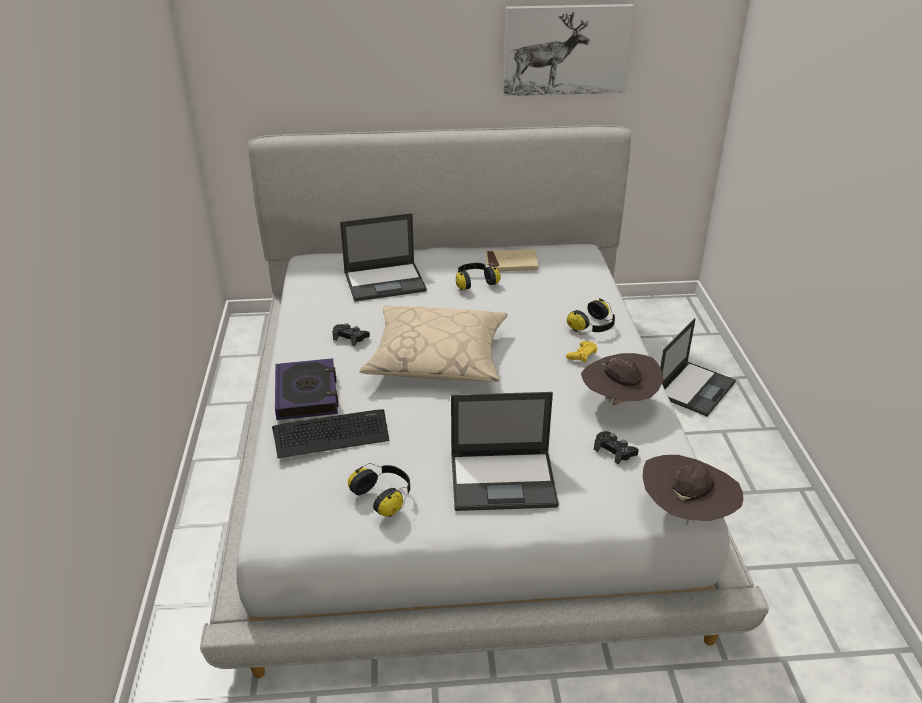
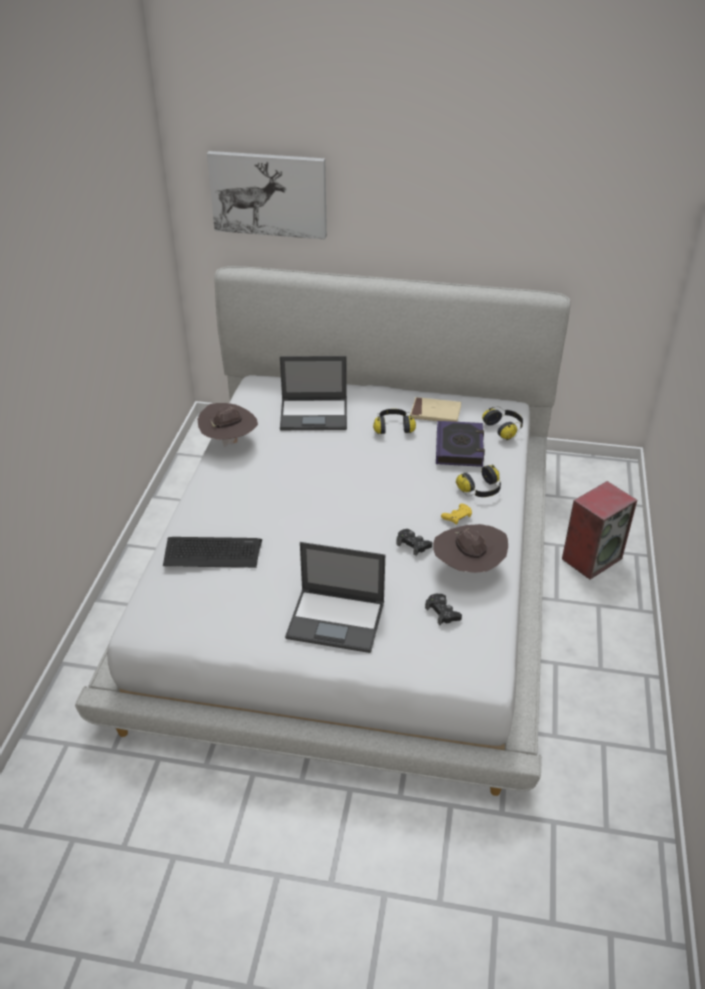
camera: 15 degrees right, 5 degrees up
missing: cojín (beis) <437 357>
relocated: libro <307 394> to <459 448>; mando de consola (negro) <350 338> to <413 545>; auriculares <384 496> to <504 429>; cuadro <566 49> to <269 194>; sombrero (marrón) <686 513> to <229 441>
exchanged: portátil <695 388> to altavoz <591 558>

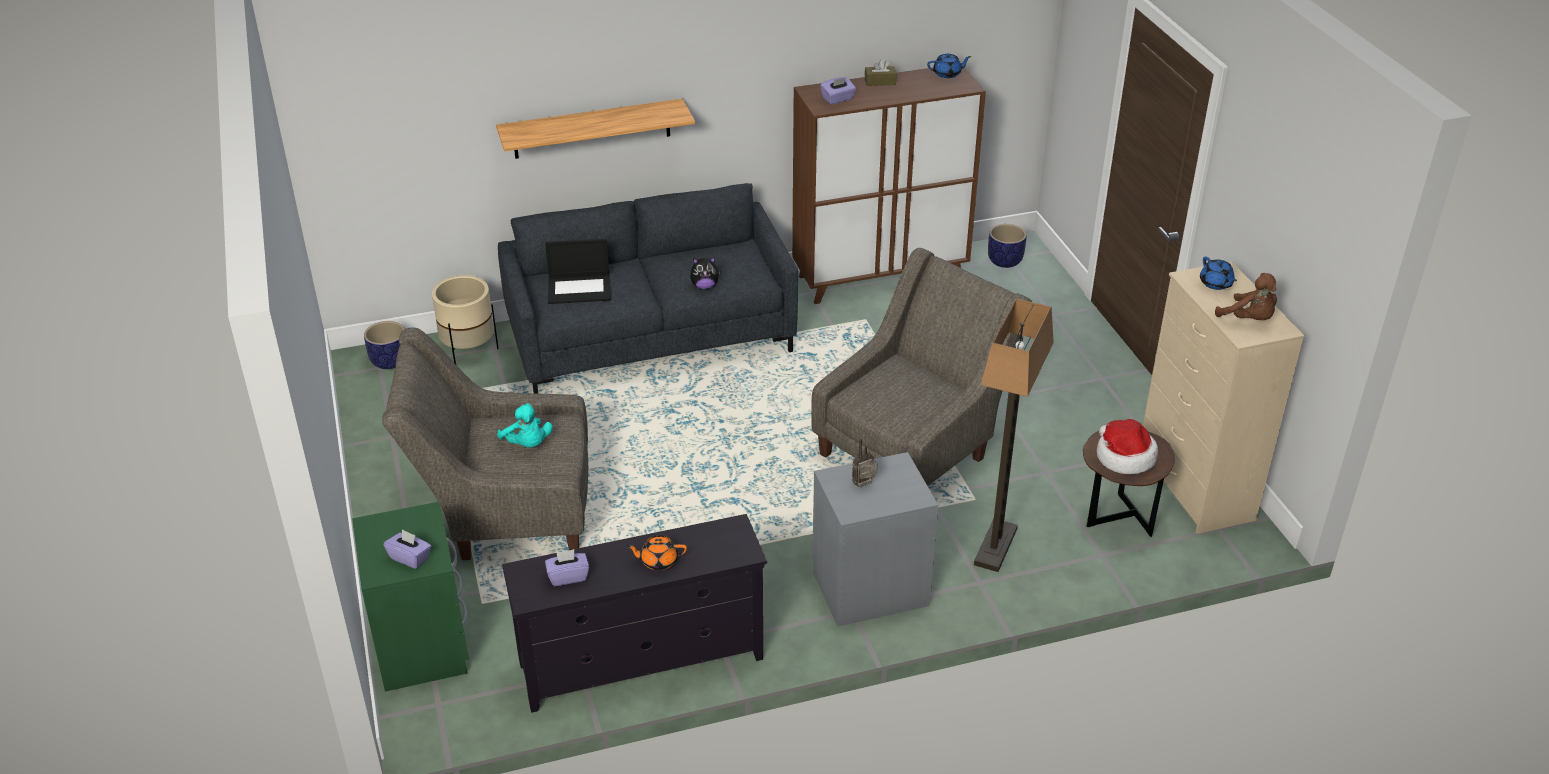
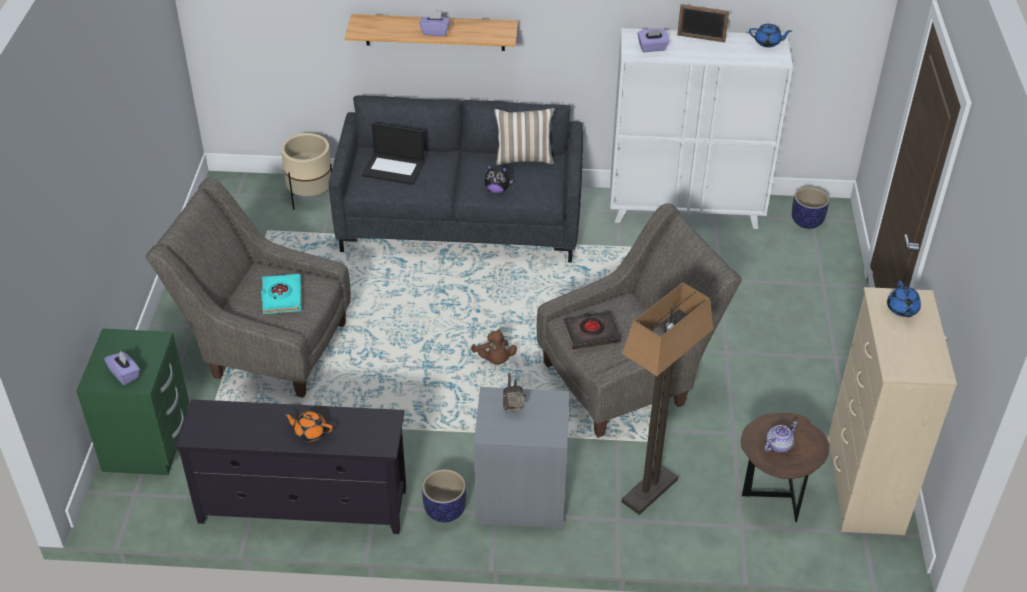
camera: 20 degrees right, 5 degrees up
appeared: cojín <524 158>; libro (negro) <591 333>
relocated: maceta <389 361> to <445 510>; caja de pañuelos (morado) <568 576> to <435 32>; peluche (marrón) <1249 319> to <494 360>
exchanged: peluche (turquesa) <527 444> to libro (turquesa) <281 297>; caja de pañuelos (marrón) <880 82> to portarretratos <701 38>; sombrero <1124 457> to tetera <778 445>
colour: armario (marrón) <880 277> to armario (blanco) <685 210>

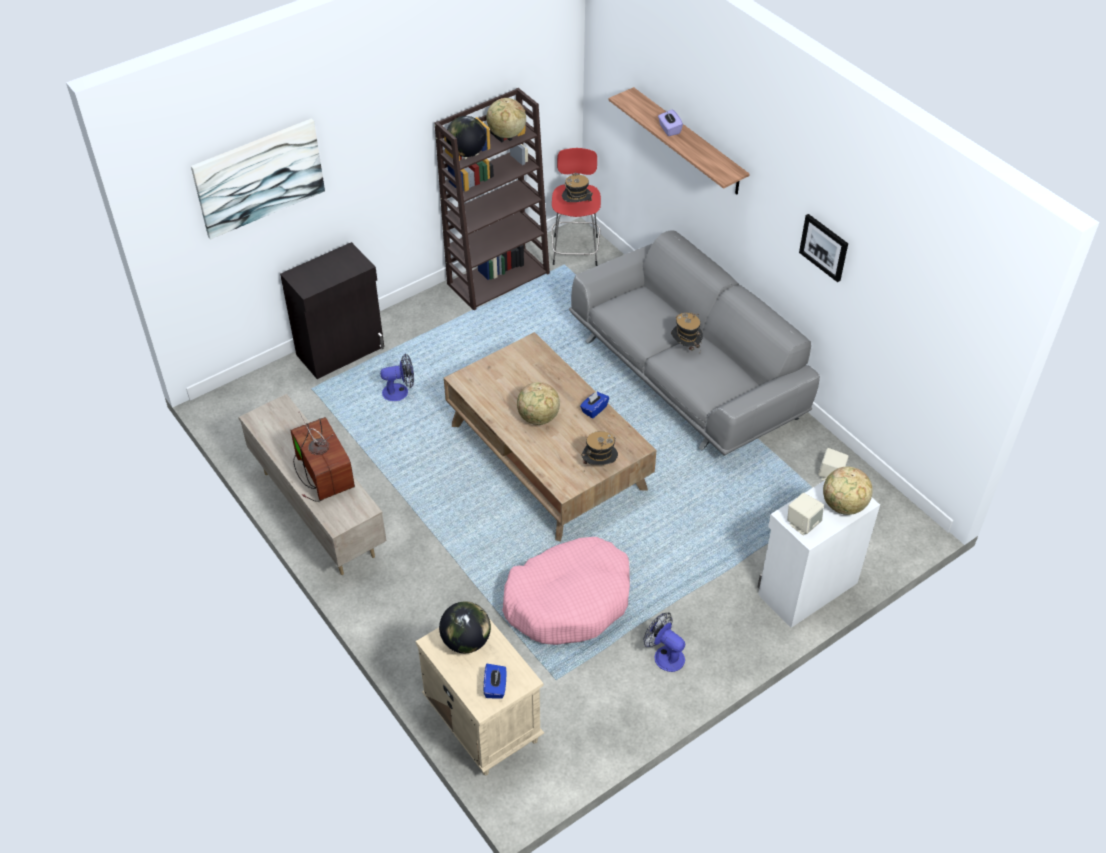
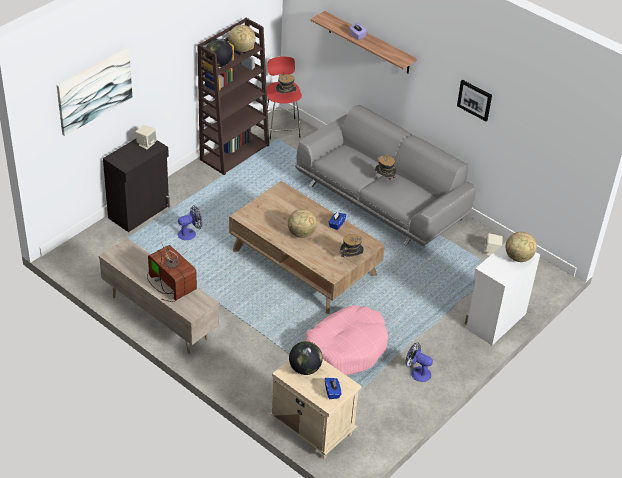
camera: 15 degrees left, 5 degrees down
relocated: altavoz (beis) <802 524> to <146 144>

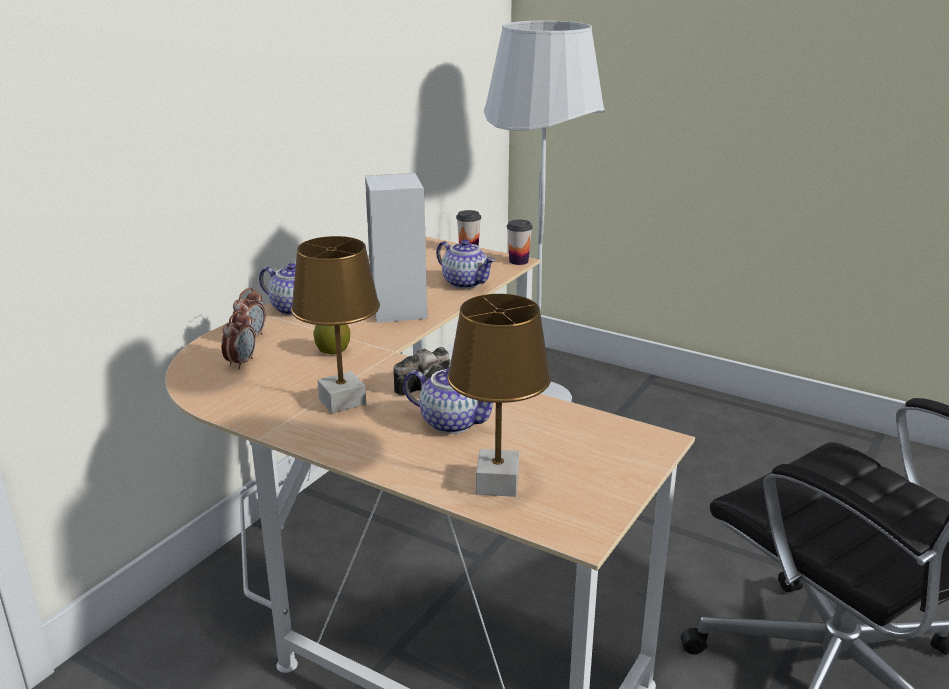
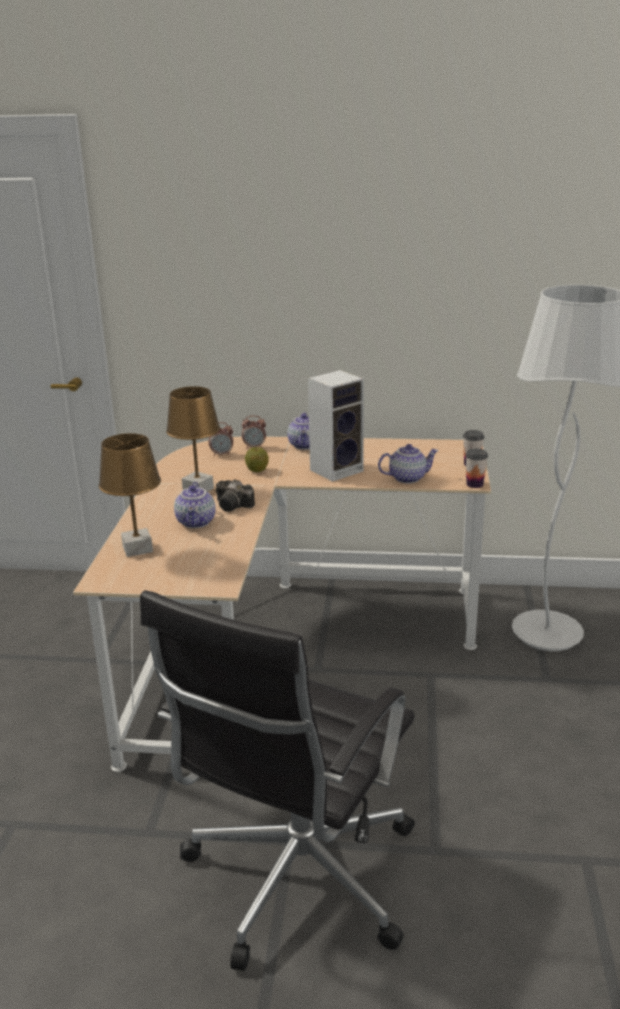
camera: 65 degrees right, 0 degrees up
spun: tetera <466 283> = <407 478> 120 degrees counterclockwise

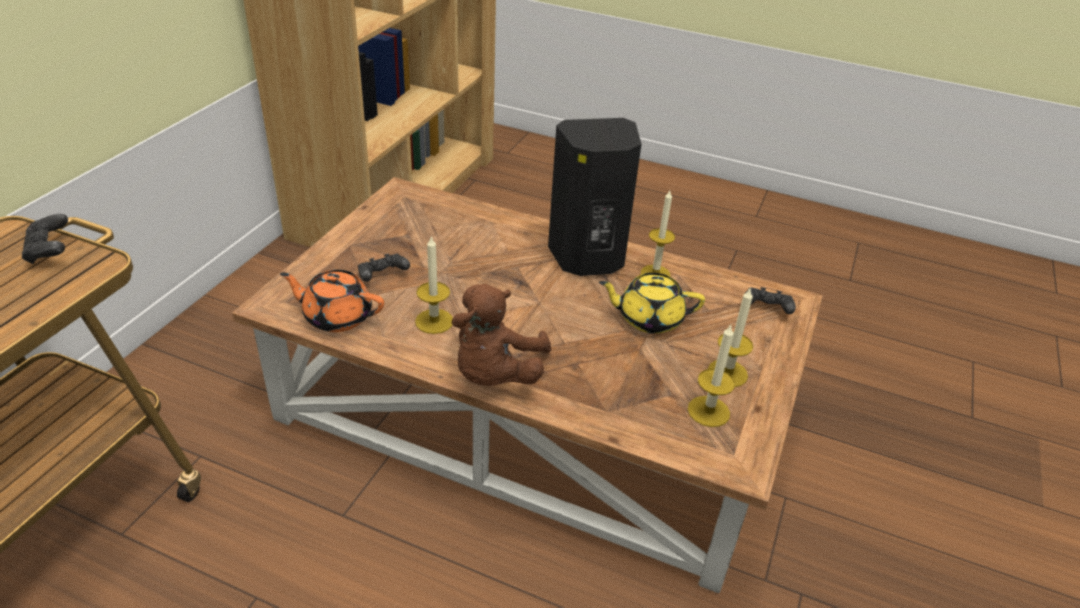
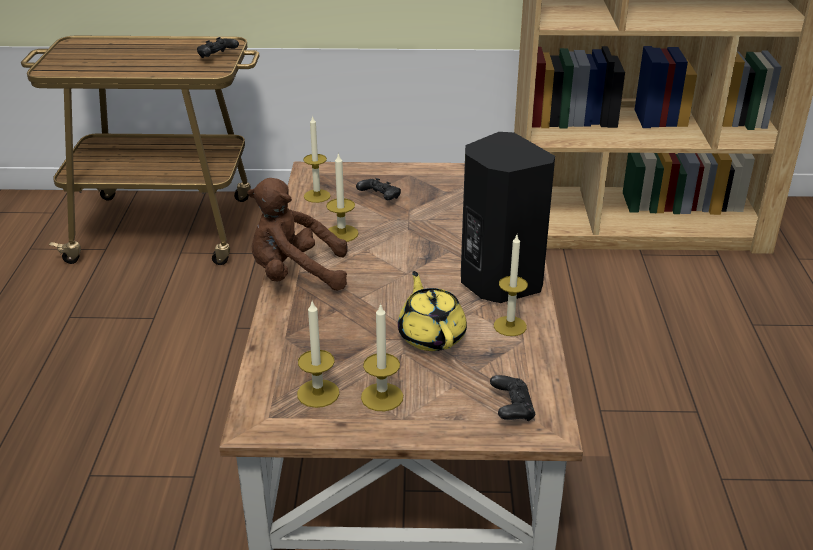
camera: 70 degrees right, 5 degrees down
exchanged: tetera (naranja) <337 316> to vela <317 196>

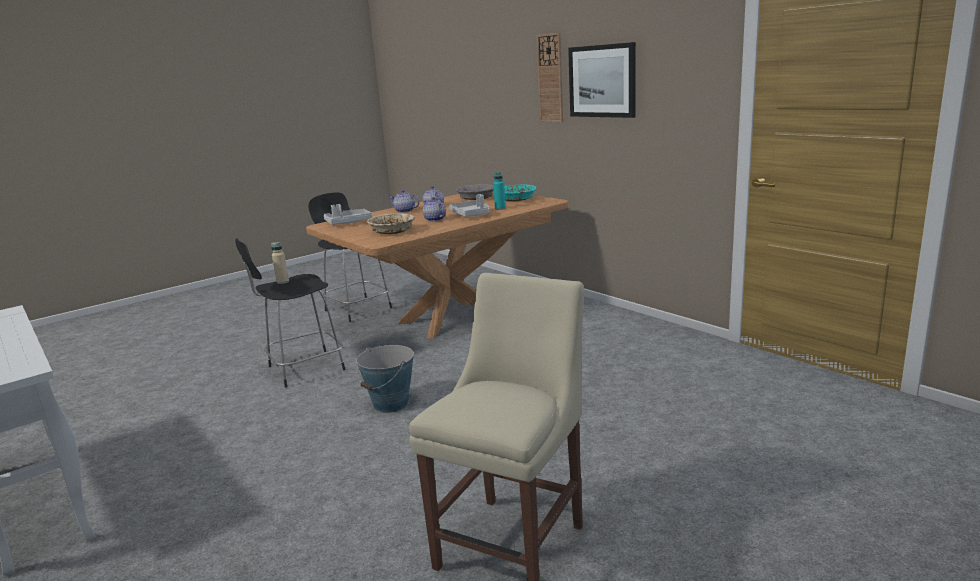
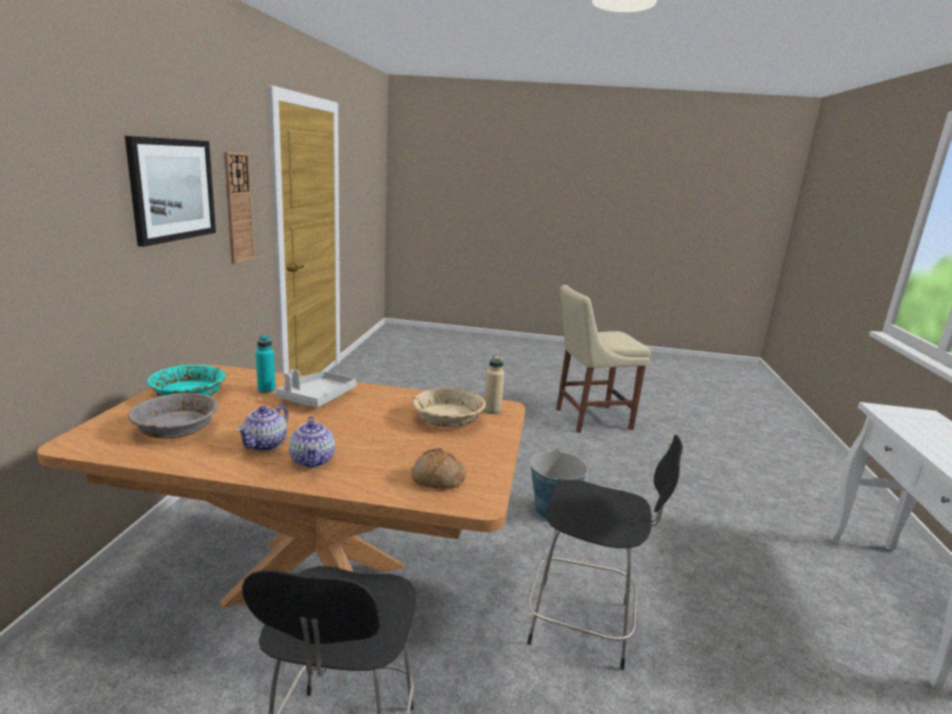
camera: 135 degrees left, 0 degrees up
missing: tetera <434 219>
relocated: botella (beis) <283 282> to <492 410>; reloj de pared <550 78> to <238 208>
exchanged: bandeja (gris) <348 223> to pan <437 479>

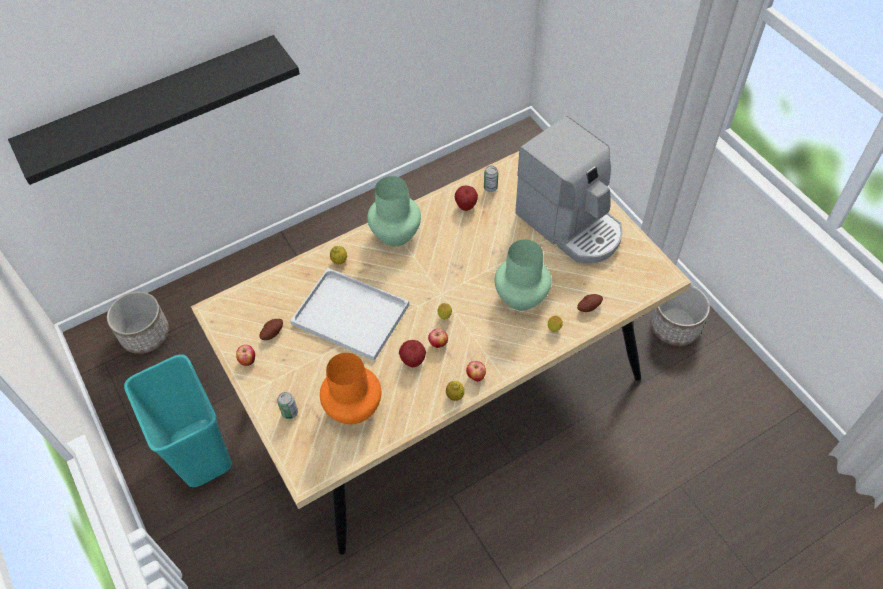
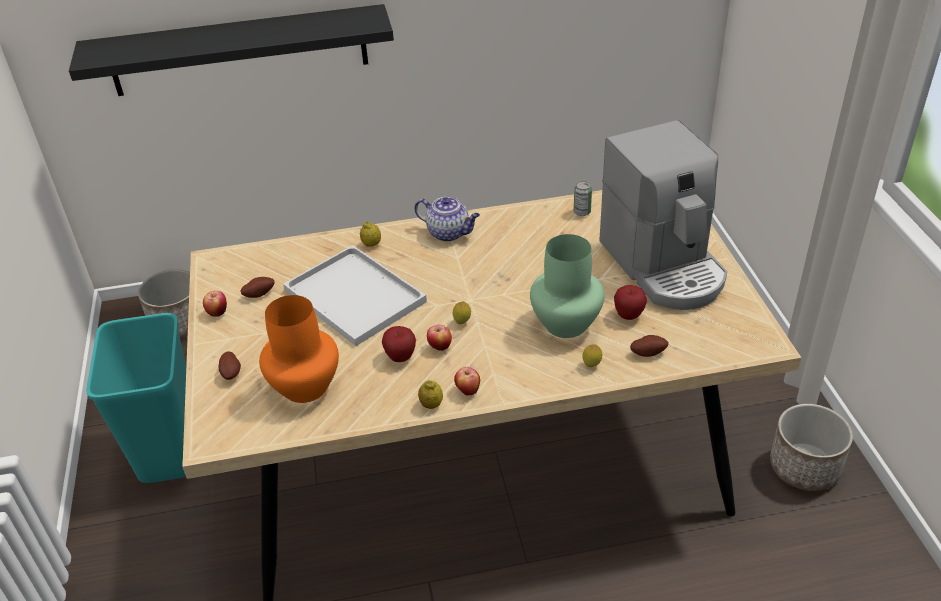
camera: 20 degrees right, 15 degrees down
relocated: manzana <466 206> to <628 315>
exchanged: lata <290 412> to patata <231 373>; florero (verde) <396 234> to tetera <449 233>

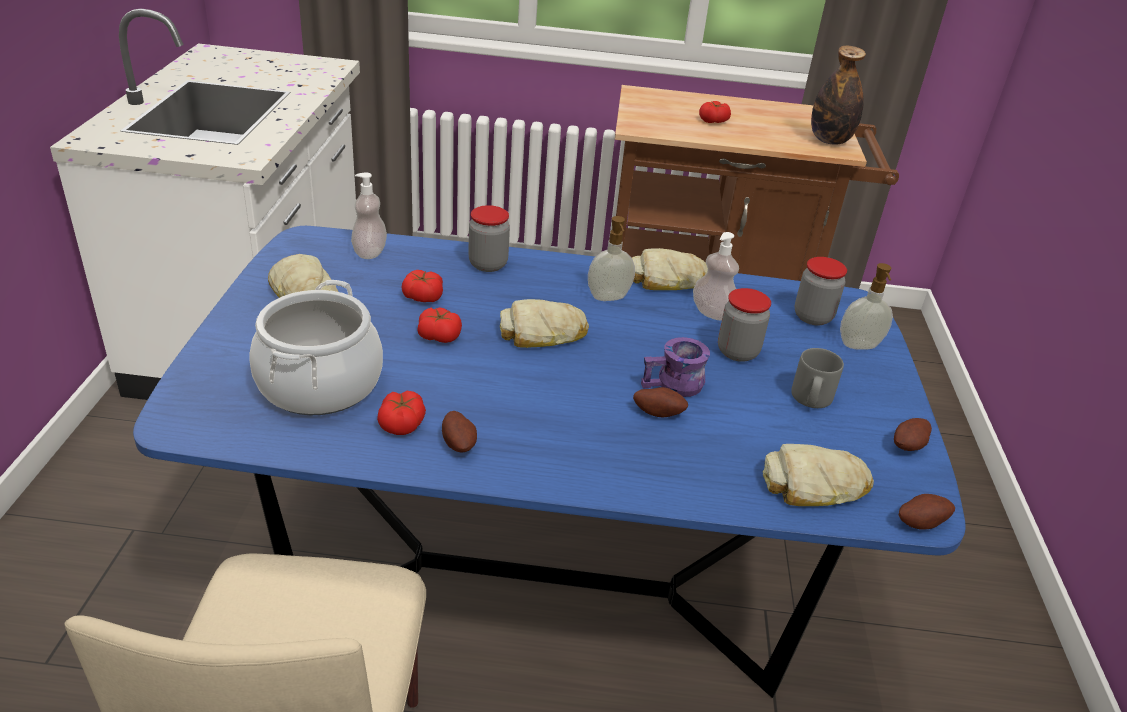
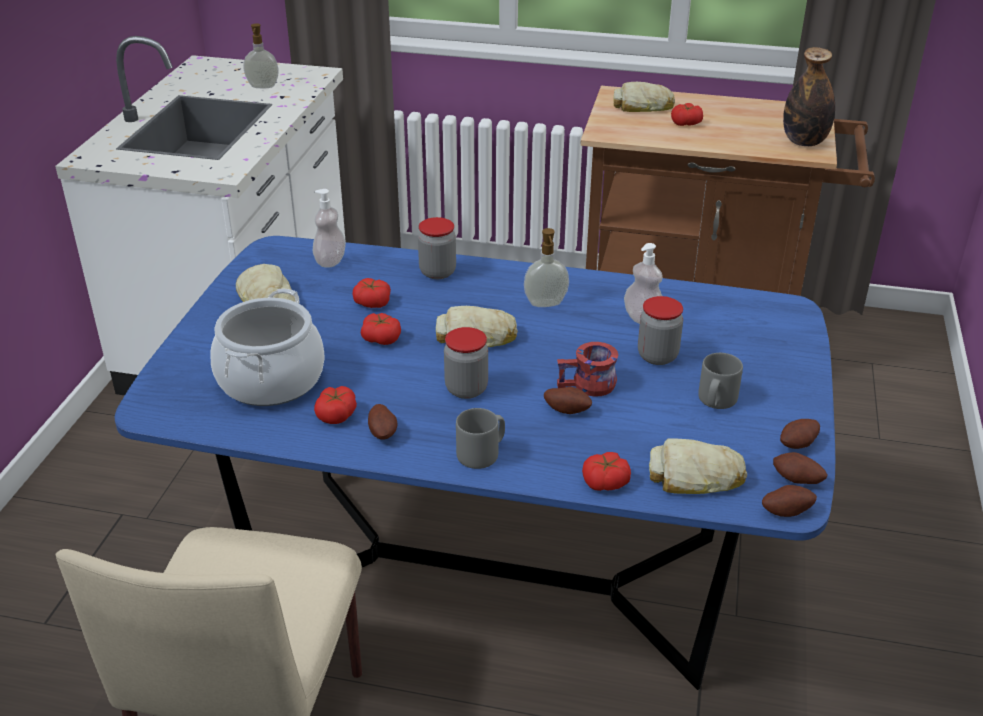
camera: 10 degrees right, 0 degrees up
appeared: taza grande (gris) <482 453>; tomate <605 482>; patata <796 481>
relocated: pan <668 280> to <643 106>; tarro <812 317> to <466 389>; dispensador de jabón <859 346> to <263 87>
colour: taza grande (morado) <674 386> to taza grande (rojo) <588 387>

